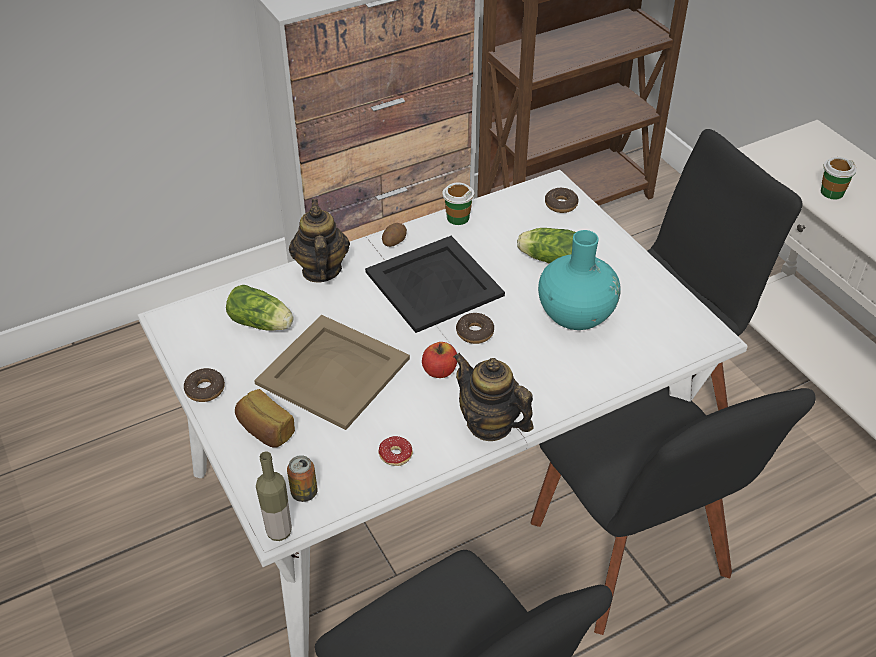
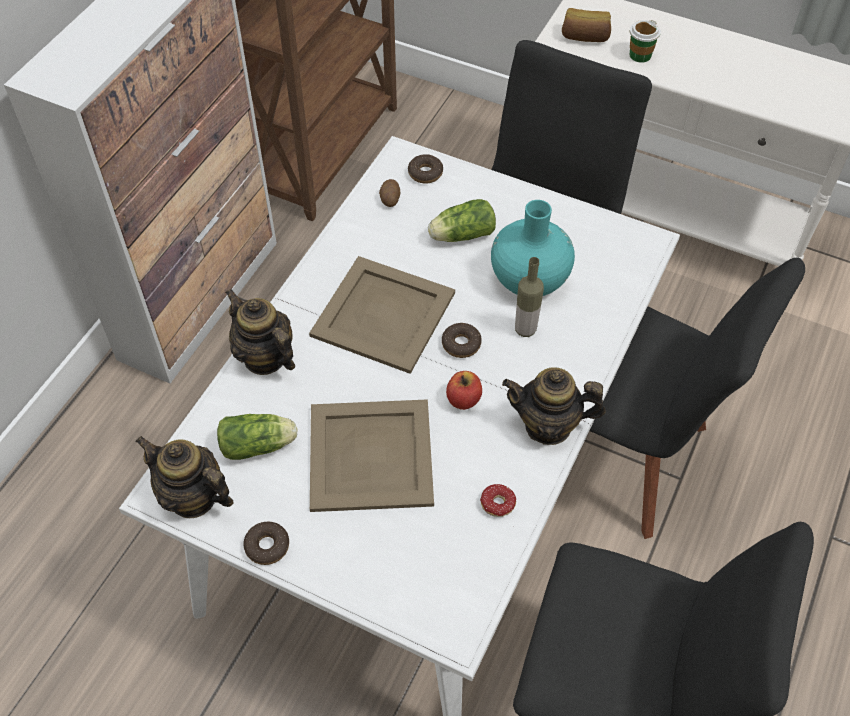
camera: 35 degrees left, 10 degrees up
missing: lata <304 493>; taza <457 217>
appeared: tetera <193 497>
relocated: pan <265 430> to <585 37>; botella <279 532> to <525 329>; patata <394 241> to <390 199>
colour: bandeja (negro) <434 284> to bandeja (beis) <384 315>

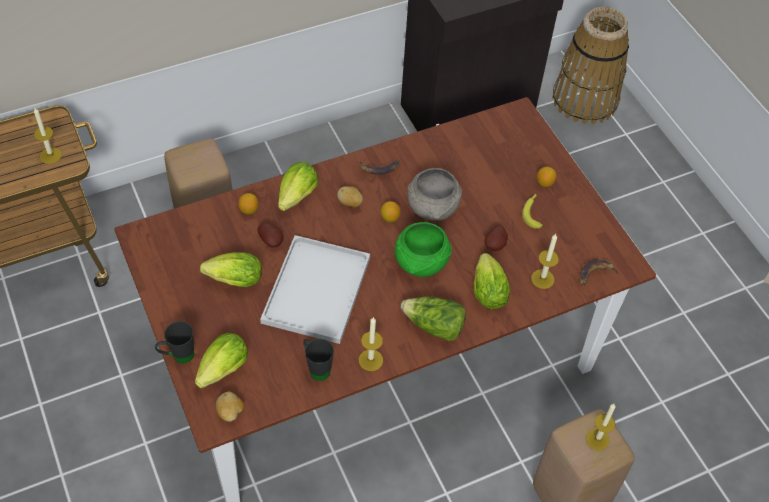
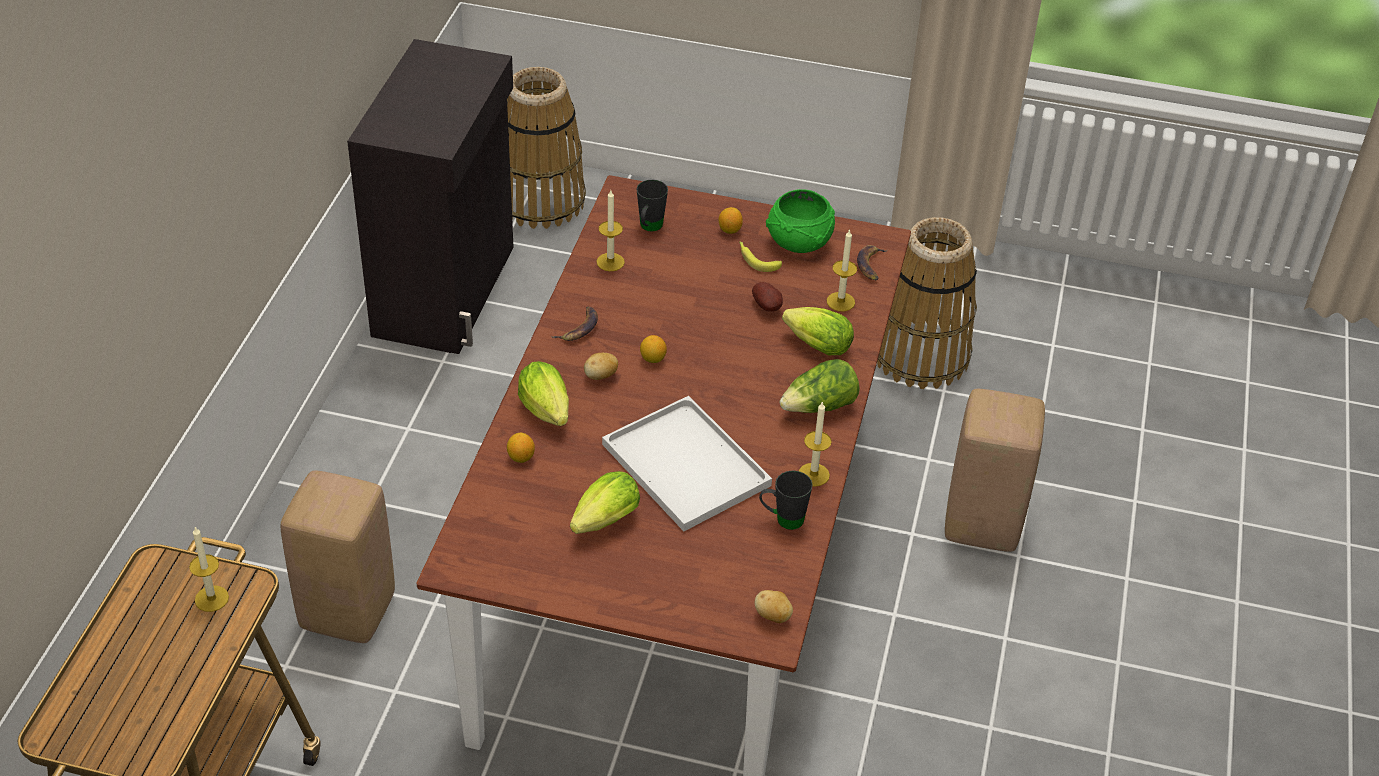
camera: 50 degrees left, 10 degrees down
missing: lechuga <221 372>; patata <272 241>; cuenco (gris) <432 209>
appeared: cesta <921 355>
relocated: taza grande (negro) <178 356> to <649 228>; cuenco (verde) <420 263> to <800 243>; vela <597 439> to <610 262>

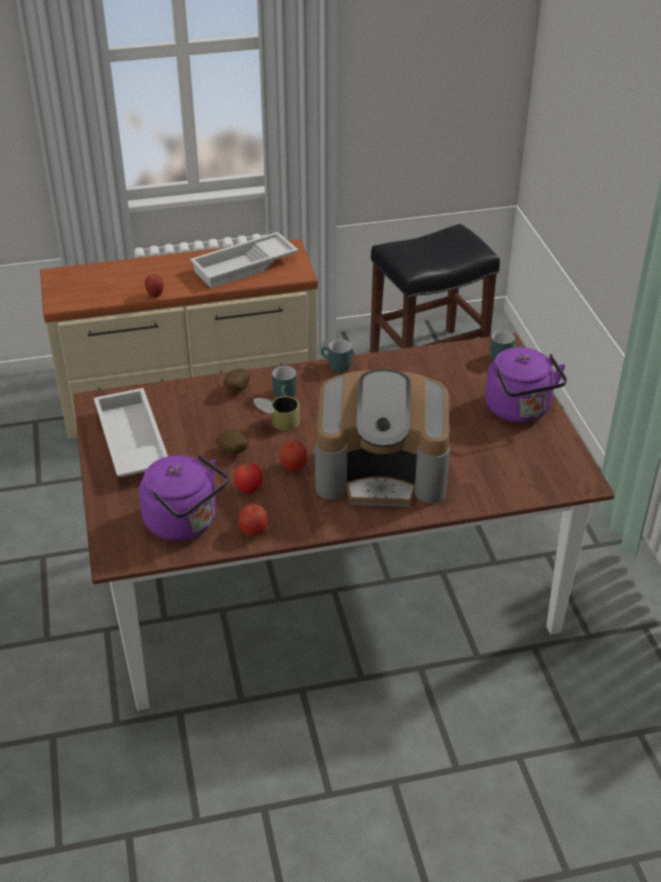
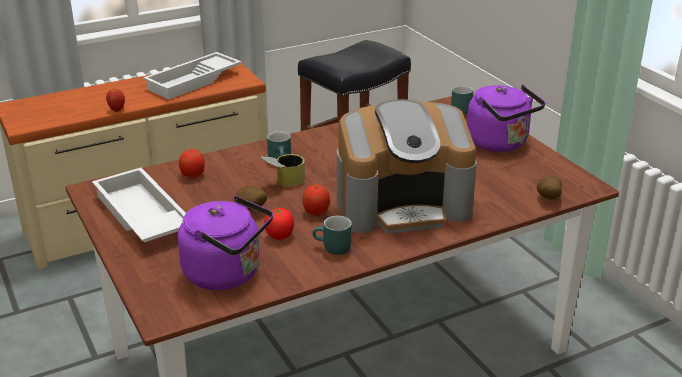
camera: 15 degrees left, 10 degrees down
relocated: patata <236 390> to <547 199>; manzana <253 531> to <193 175>; taza grande (turquesa) <335 366> to <332 249>

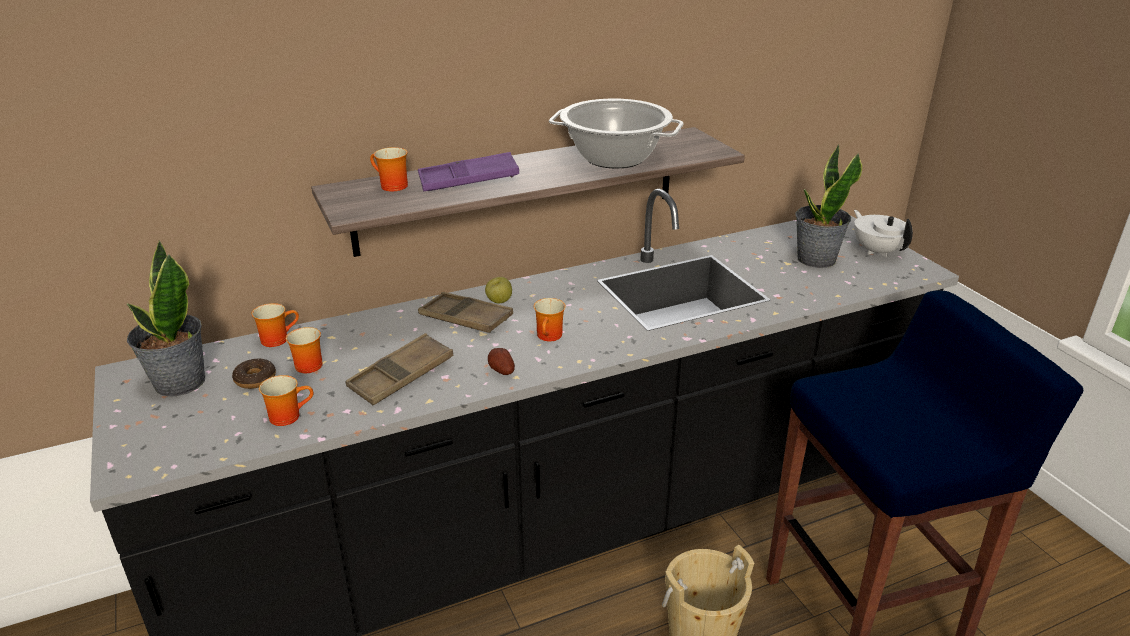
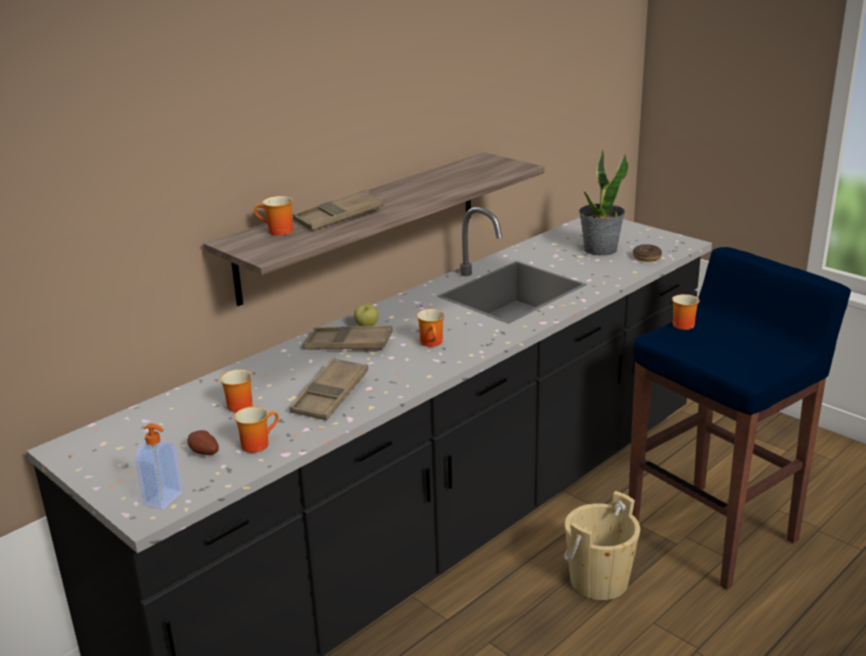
camera: 20 degrees left, 5 degrees down
missing: planta en maceta <179 382>; olla <615 158>; tetera (blanco) <877 251>
appeared: dispensador de jabón <164 499>
relocated: rosquilla <255 379> to <646 257>; taza grande <277 338> to <683 324>; patata <501 371> to <203 453>
colour: bandeja (morado) <468 180> to bandeja (marrón) <340 217>

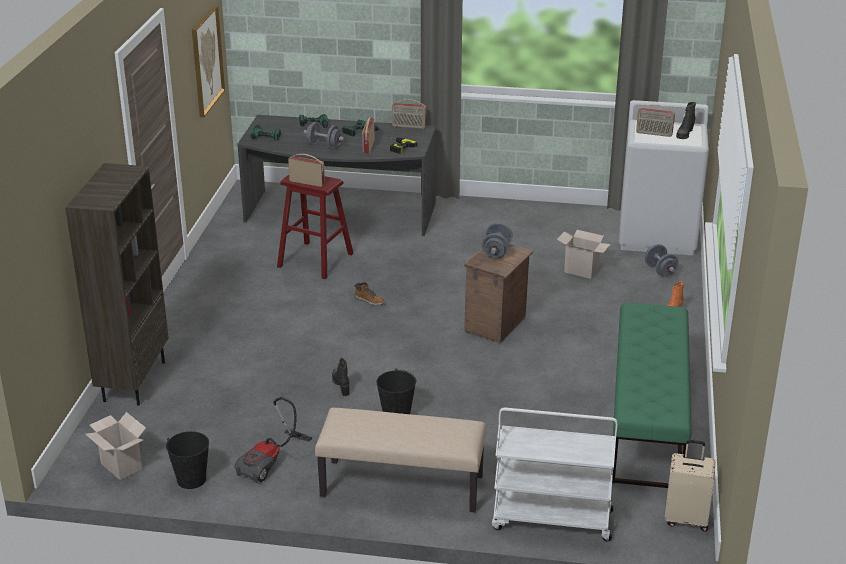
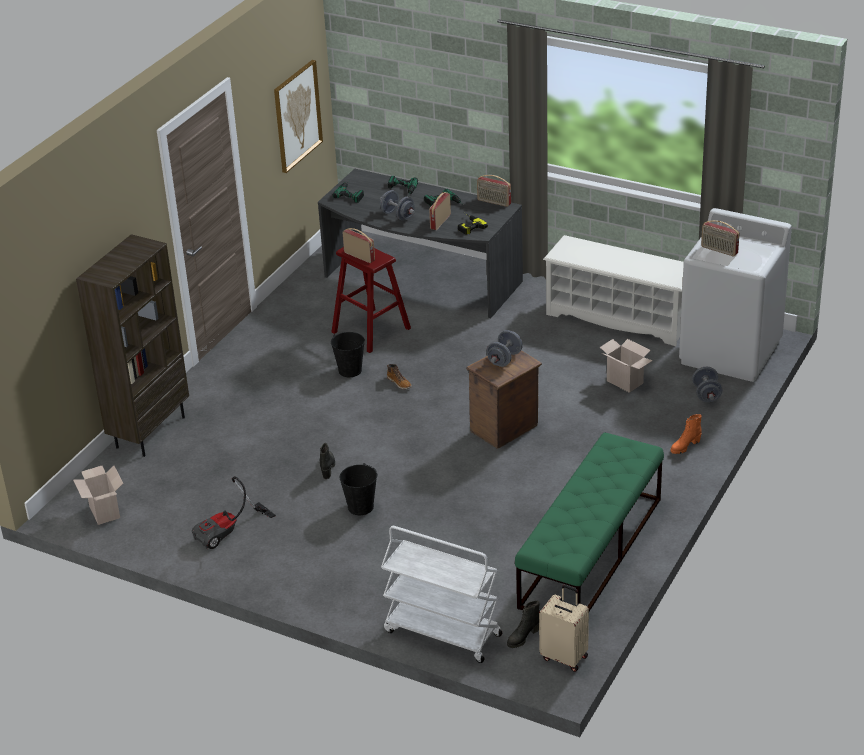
camera: 20 degrees right, 5 degrees up
missing: banco (beis) <401 487>
appeared: zapatero (blanco) <619 318>
relocated: cubo (negro) <191 479> to <350 370>; bota (negro) <684 134> to <523 637>

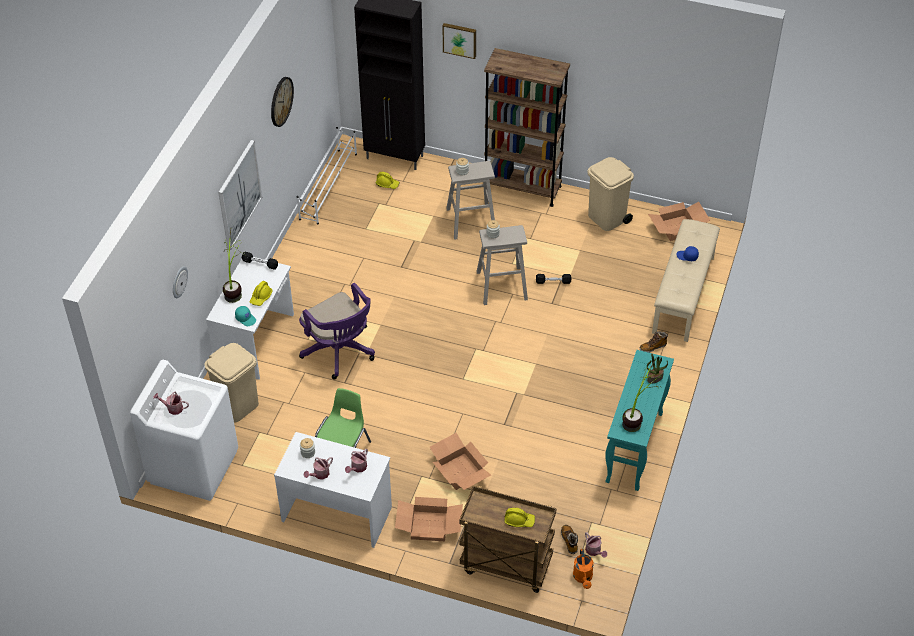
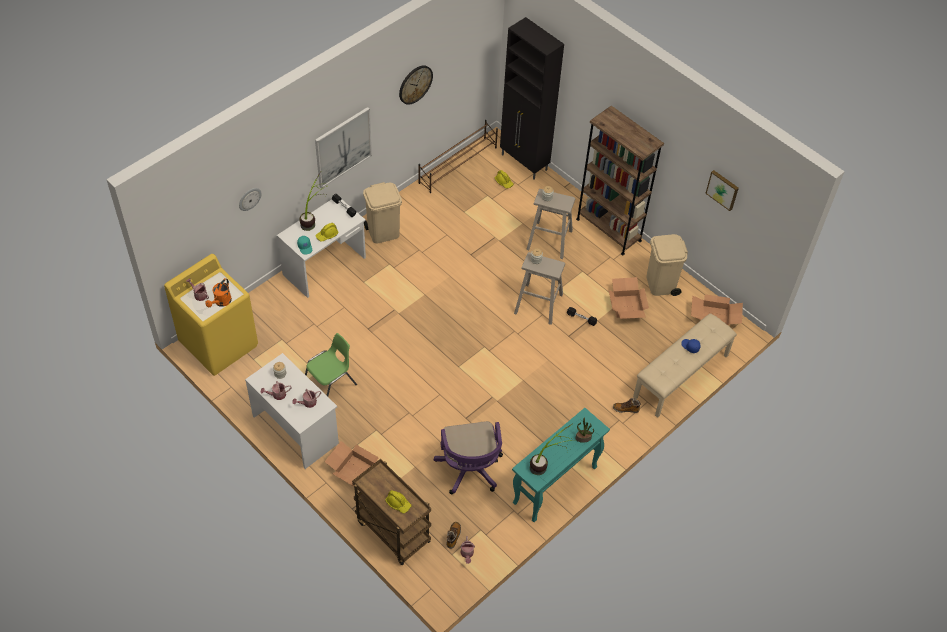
camera: 25 degrees right, 5 degrees up
relocated: papelera (beis) <237 406> to <384 232>; silla de oficina (morado) <340 352> to <469 470>; caja de cartón <459 471> to <626 306>; cuadro <460 39> to <723 189>; regadera (naranja) <583 578> to <221 302>
colour: lavadora (blanco) <194 466> to lavadora (amarillo) <219 344>; zapatero (blanco) <329 186> to zapatero (marrón) <458 165>

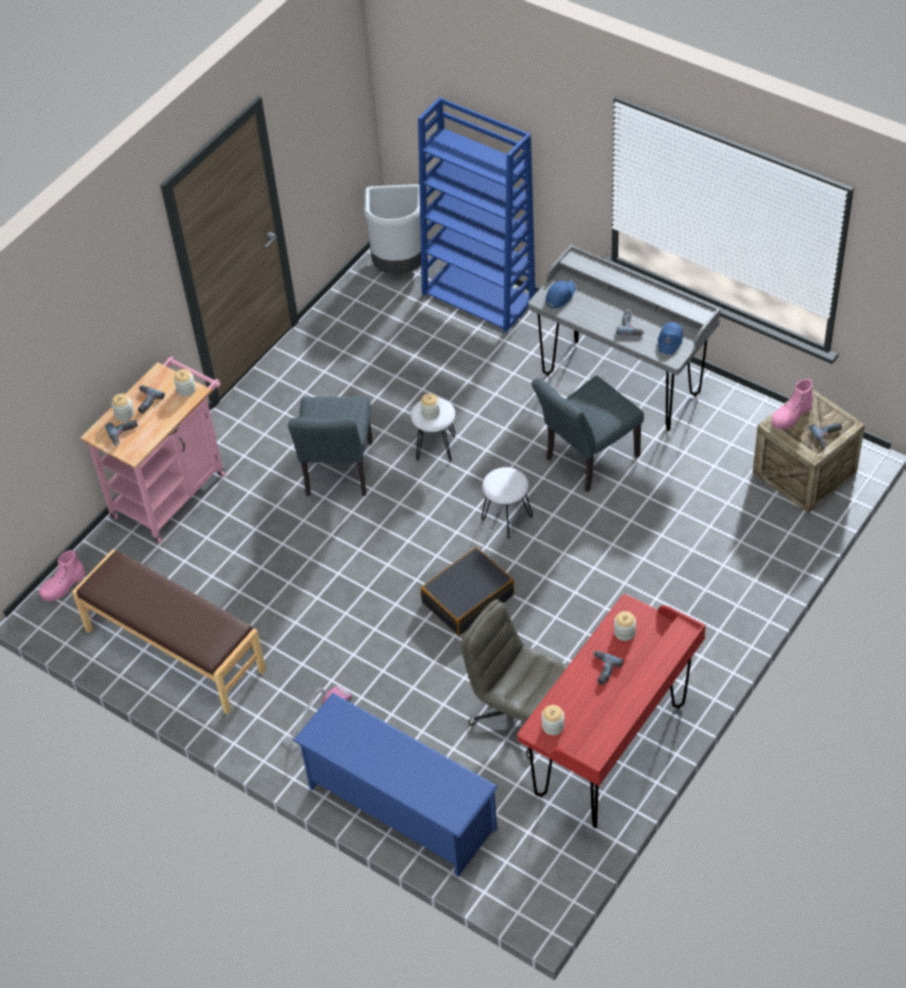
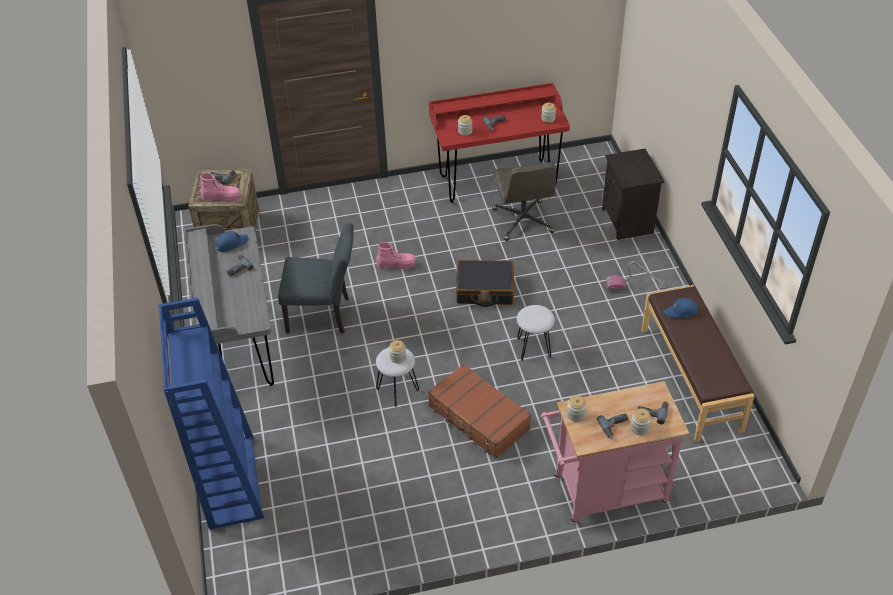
camera: 140 degrees left, 5 degrees down
missing: papelera (gris) <399 266>
relocated: bota (rosa) <63 586> to <396 264>; taburete (blanco) <506 518> to <534 348>; gorra (azul) <560 296> to <681 311>
exchanged: silla (gris) <338 474> to maleta (marrón) <478 418>; zapatero (azul) <400 808> to mesita de noche (negro) <628 221>

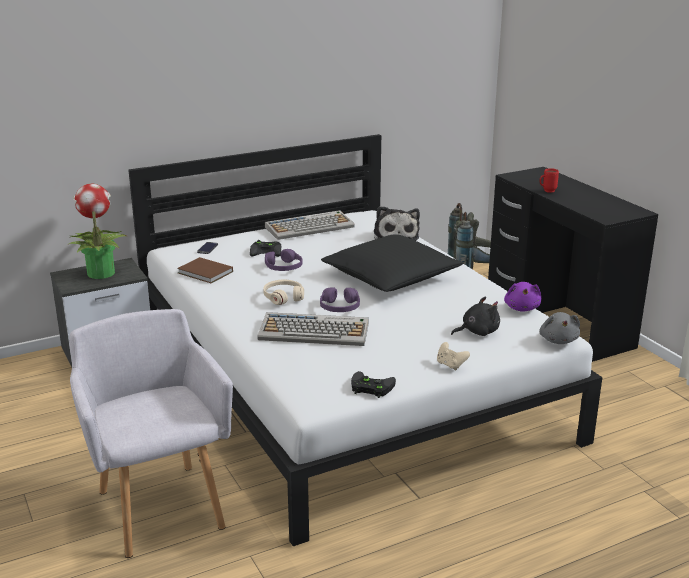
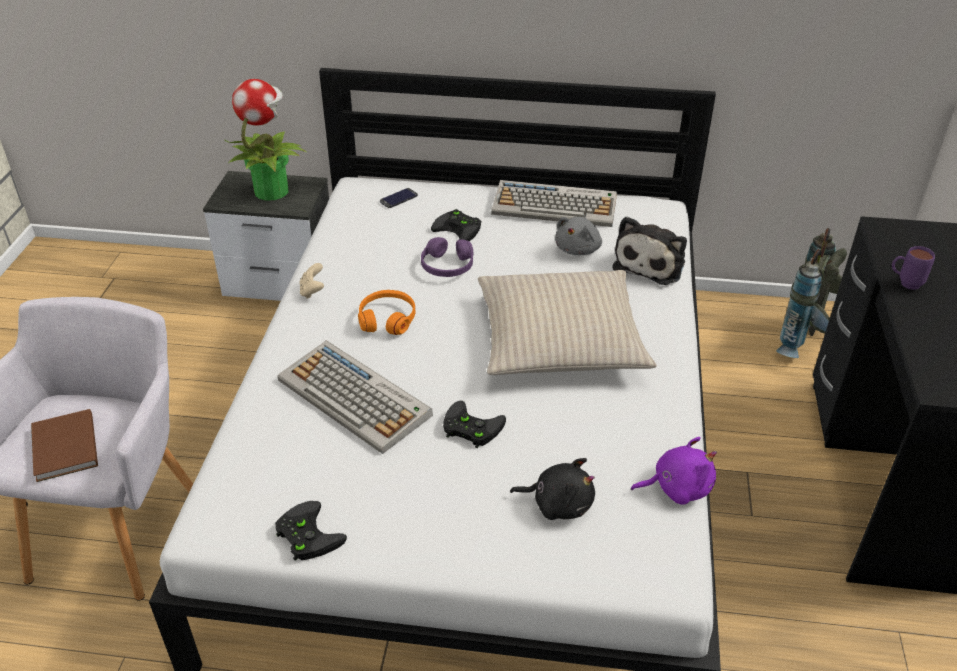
camera: 35 degrees right, 15 degrees up
missing: auriculares (morado) <339 307>
appeared: mando de consola (negro) <469 428>
relocated: libro (marrón) <205 273> to <64 449>; mando de consola (beis) <450 365> to <312 291>; peluche (gris) <558 340> to <578 249>
colour: auriculares (beis) <283 297> to auriculares (naranja) <387 319>; cojín (negro) <390 276> to cojín (beis) <559 339>; taza grande (rojo) <546 191> to taza grande (morado) <904 283>
spun: peluche (morado) <522 308> = <677 487> 135 degrees counterclockwise

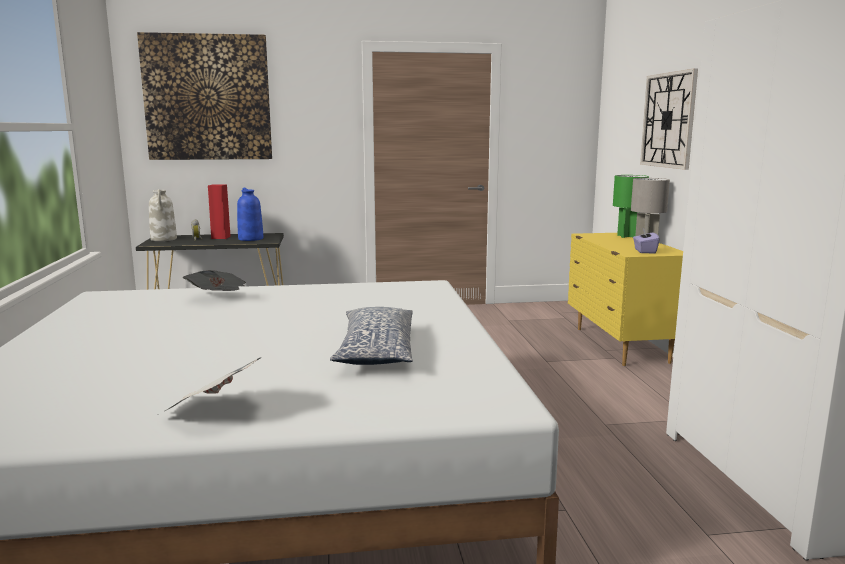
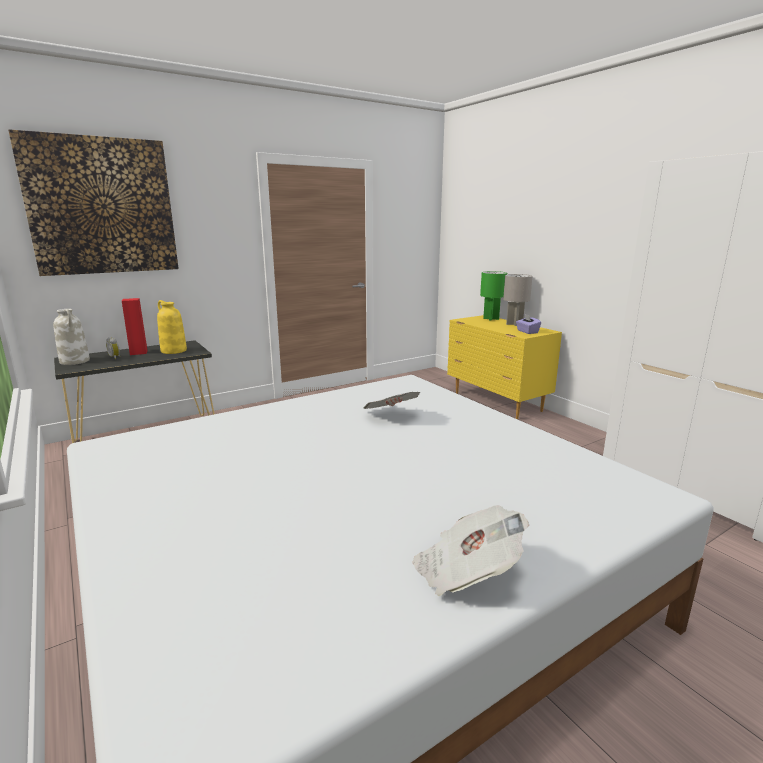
camera: 25 degrees left, 5 degrees up
missing: cojín <375 350>; reloj de pared <668 120>
relocated: periódico <218 298> to <390 415>
colour: florero (azul) <250 239> to florero (amarillo) <173 351>

